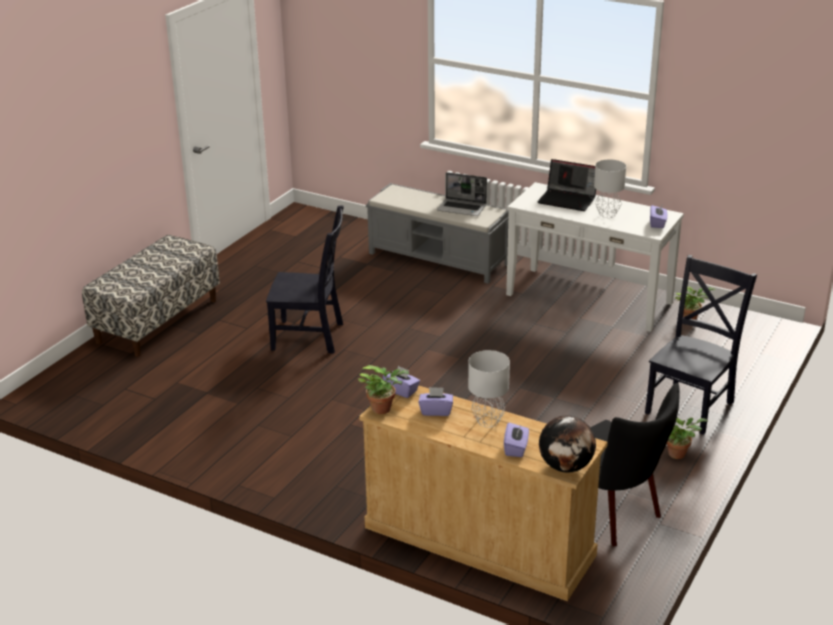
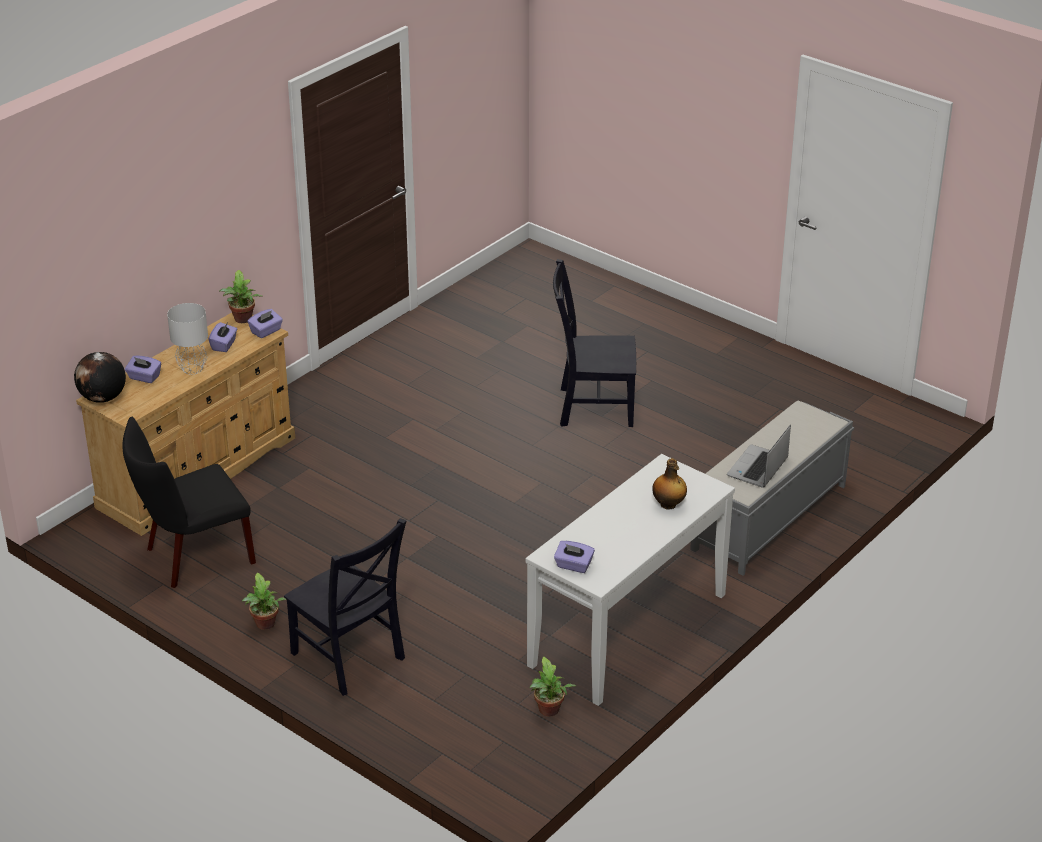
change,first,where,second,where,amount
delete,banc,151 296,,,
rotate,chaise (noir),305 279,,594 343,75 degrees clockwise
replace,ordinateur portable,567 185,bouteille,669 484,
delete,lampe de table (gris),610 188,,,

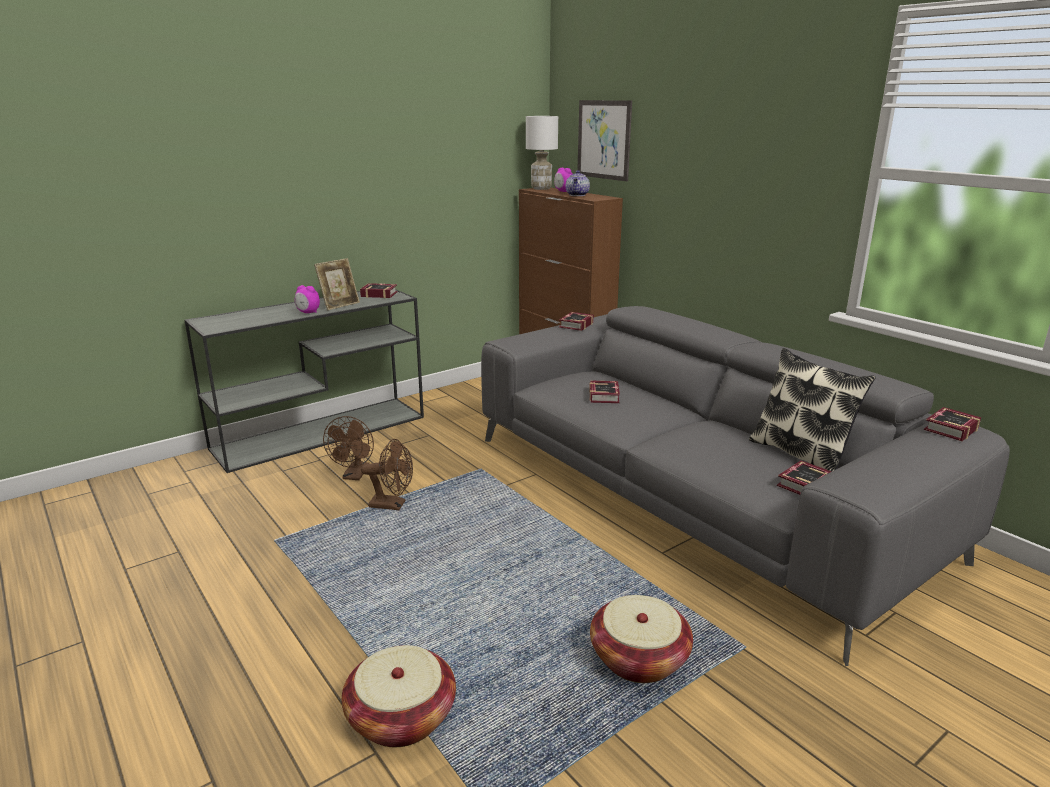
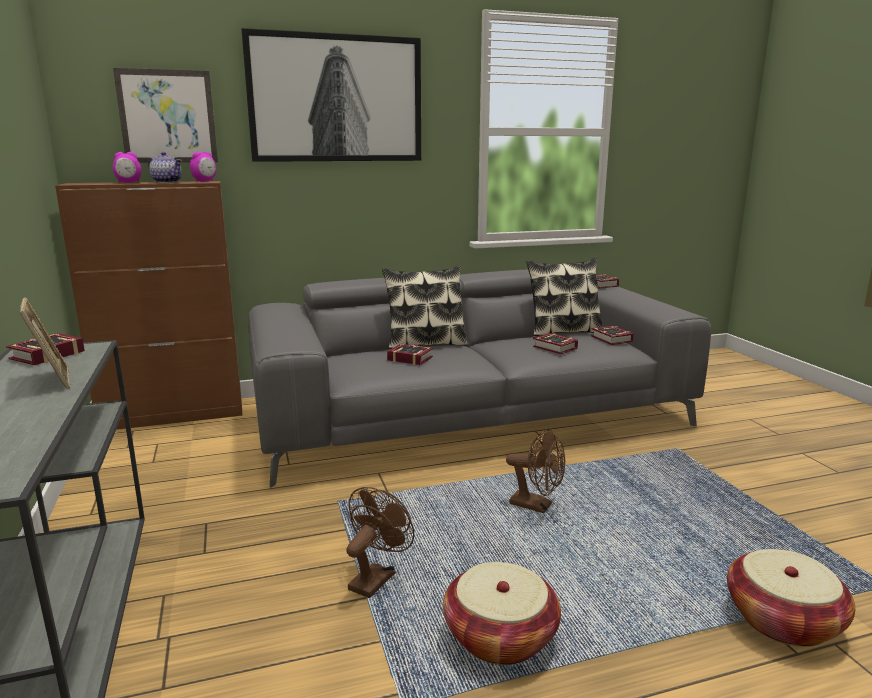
change,first,where,second,where,amount
move,réveil,307 299,,203 167,
move,ventilateur (marron),348 448,,536 471,
delete,lampe de table (blanc),542 153,,,
move,livre,576 321,,555 343,
move,panier,641 639,,502 613,
insert,,,tableau,331 95,
insert,,,coussin,425 307,

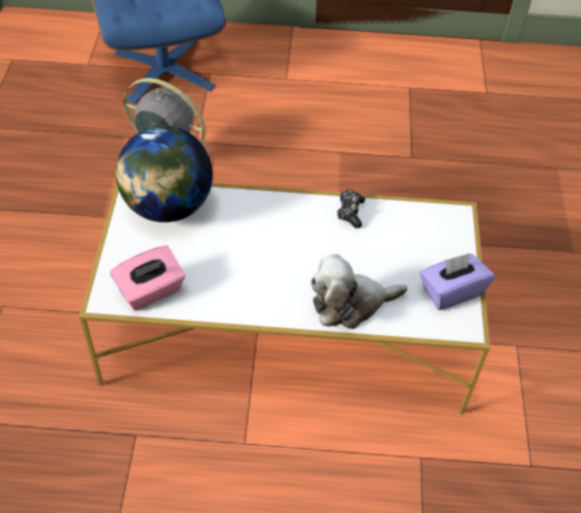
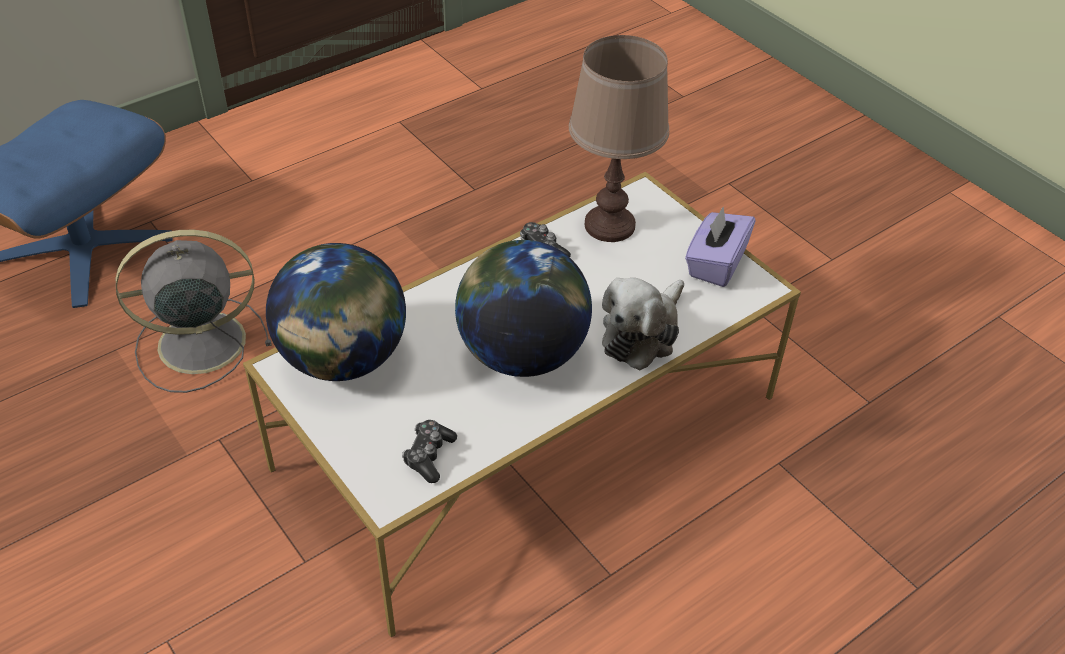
change,first,where,second,where,amount
replace,boîte à mouchoirs (rose),147 278,manette,429 451,
insert,,,globe,523 308,
insert,,,lampe de table (marron),619 138,

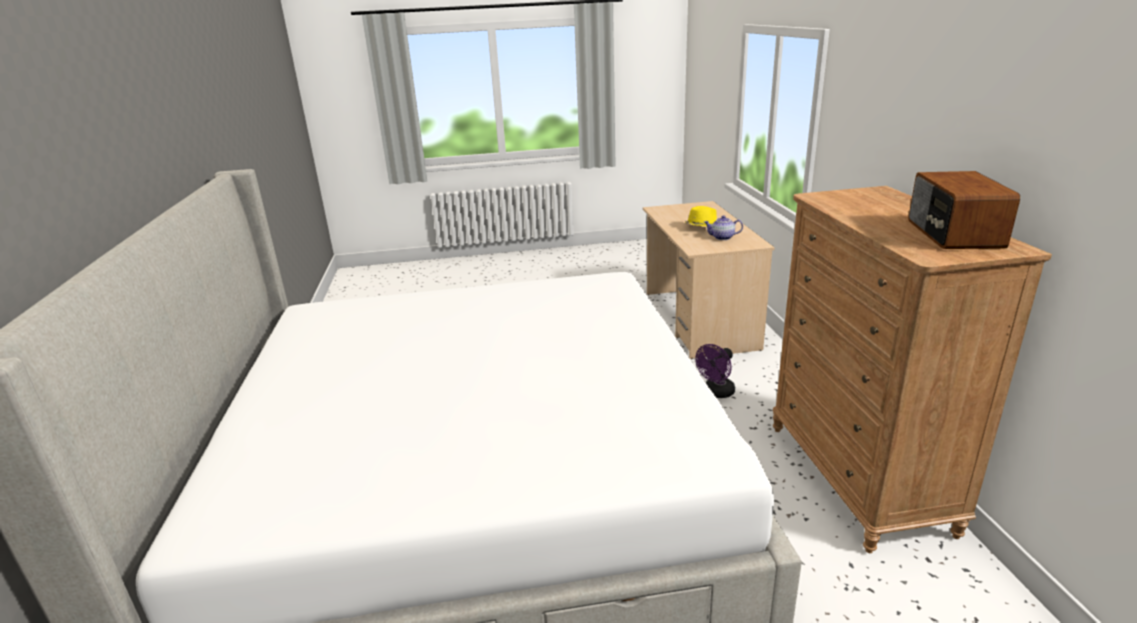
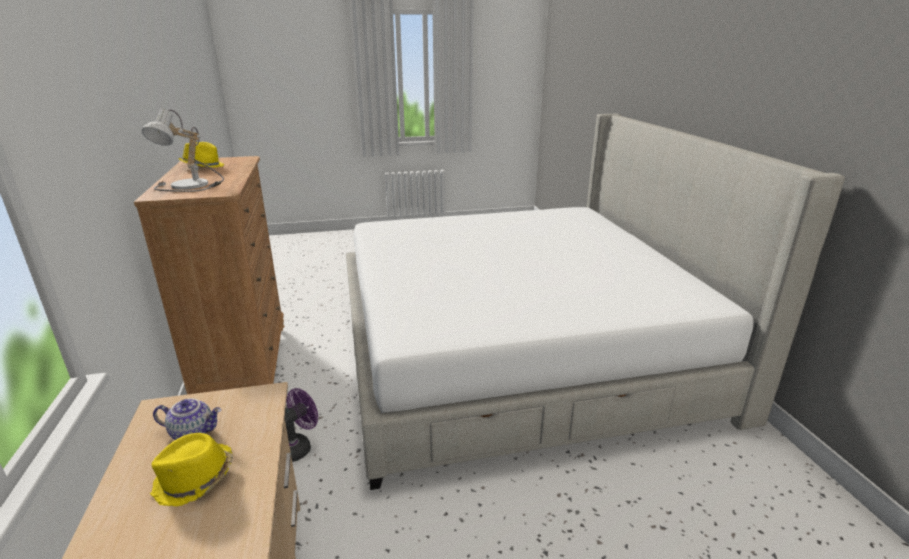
change,first,where,second,where,amount
replace,radio,964 210,chapeau (jaune),201 155,
insert,,,lampe de table,183 150,

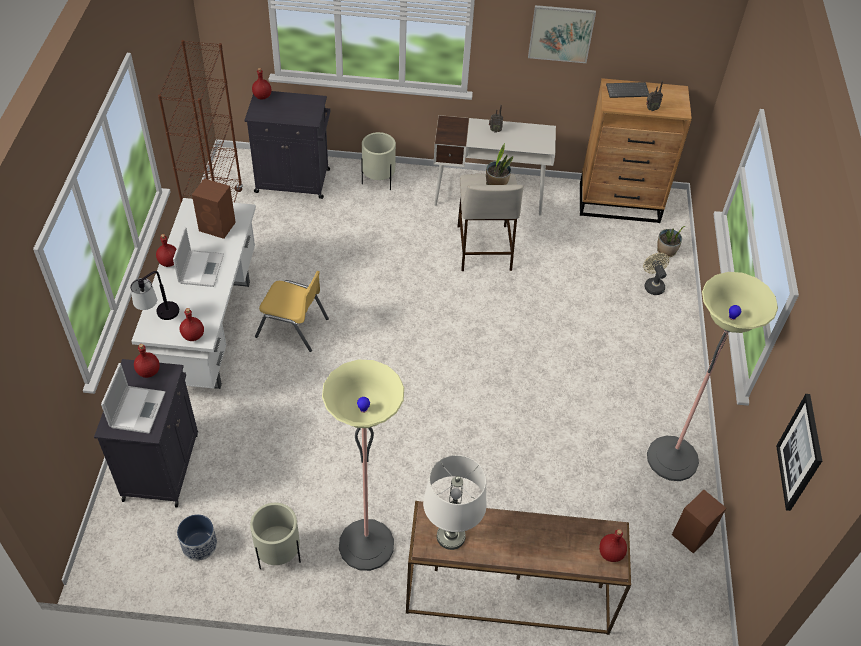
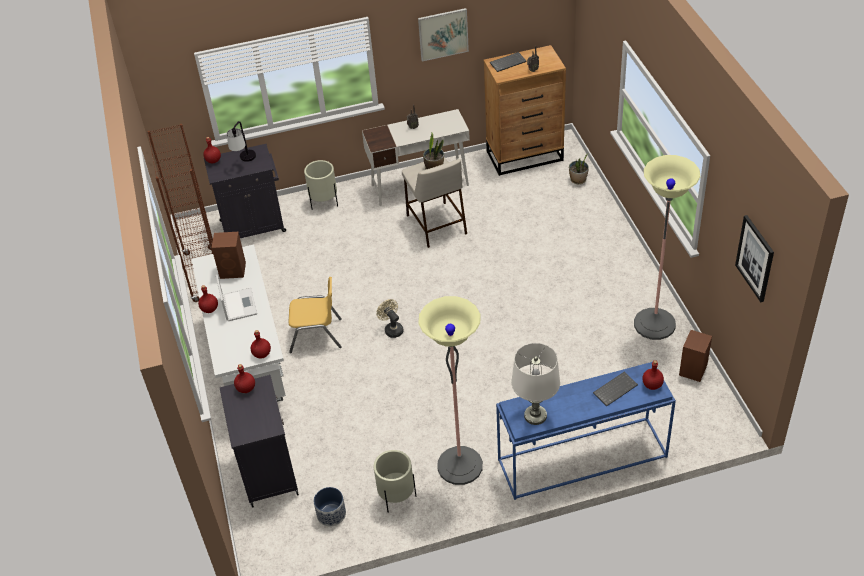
change,first,where,second,where,amount
delete,ordinateur portable,133 398,,,
move,lampe de table,154 295,,241 141,
recolor,table console (marron),518 568,table console (bleu),586 431,
move,ventilateur (beige),656 274,,390 318,
insert,,,clavier,615 389,

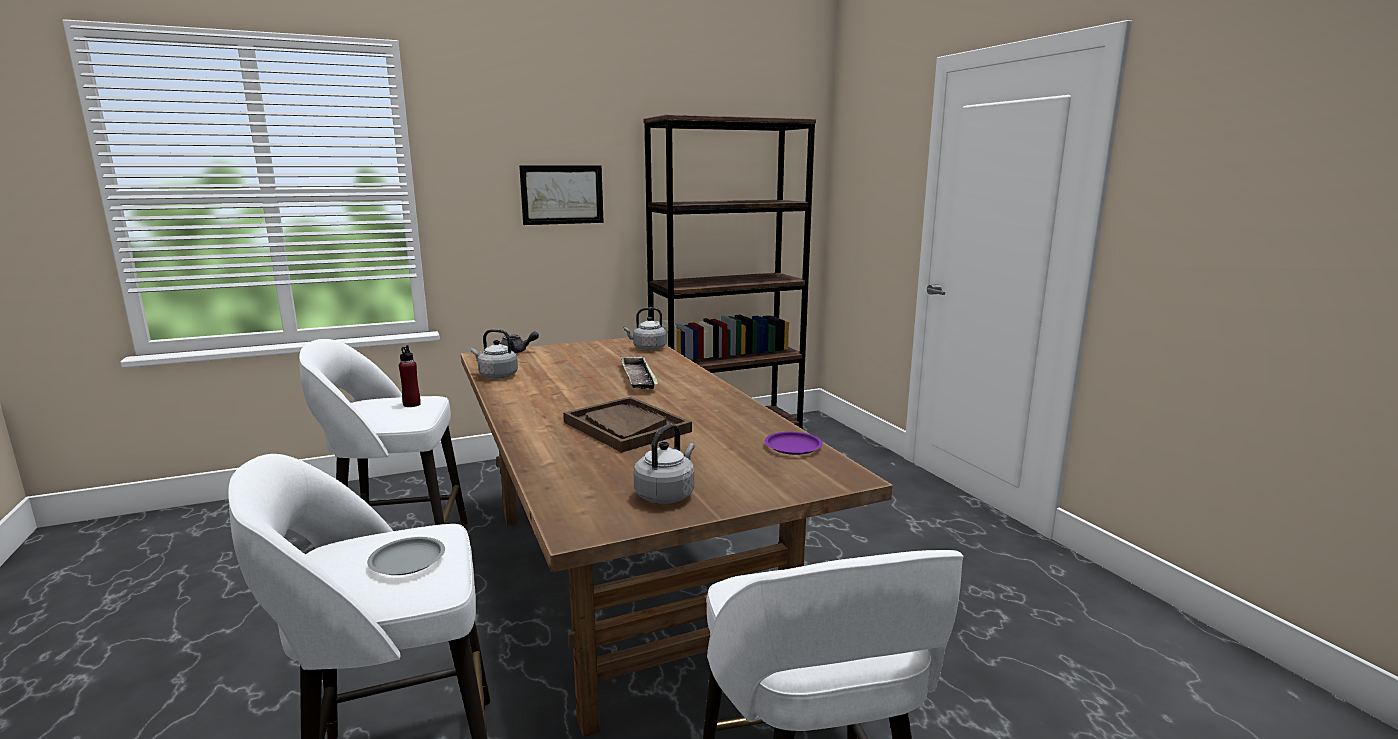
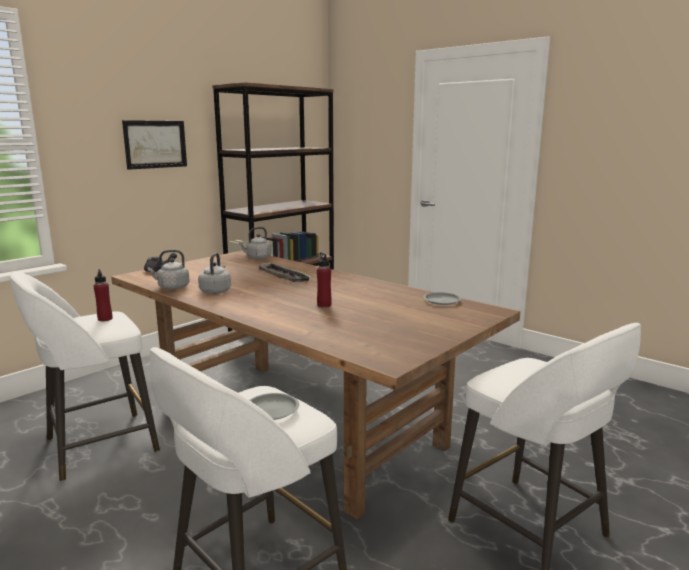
change,first,where,second,where,amount
replace,plateau (marron),627 424,bouteille (rouge),324 279,
move,bouilloire (gris),664 464,,214 273,
recolor,assiette (violet),794 443,assiette (gris),443 298,

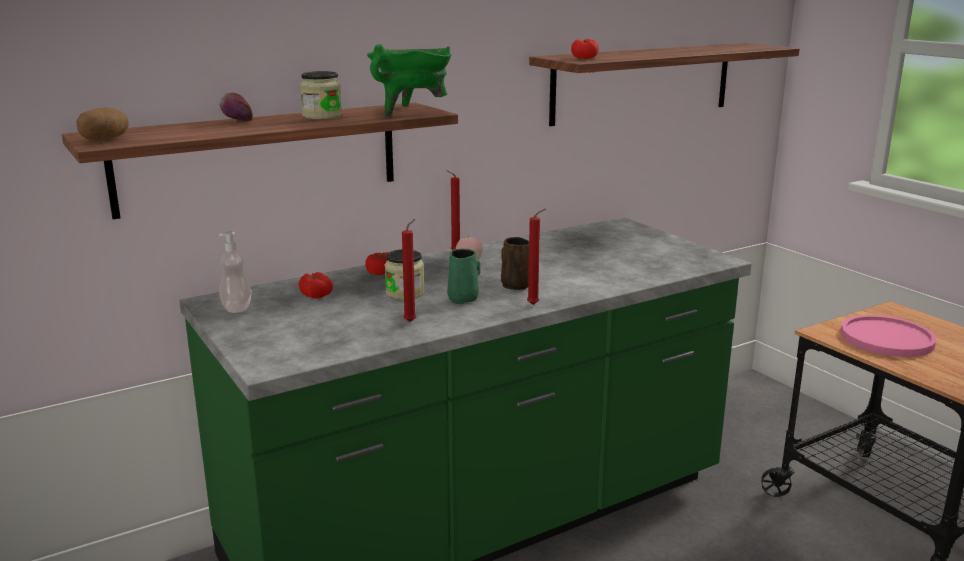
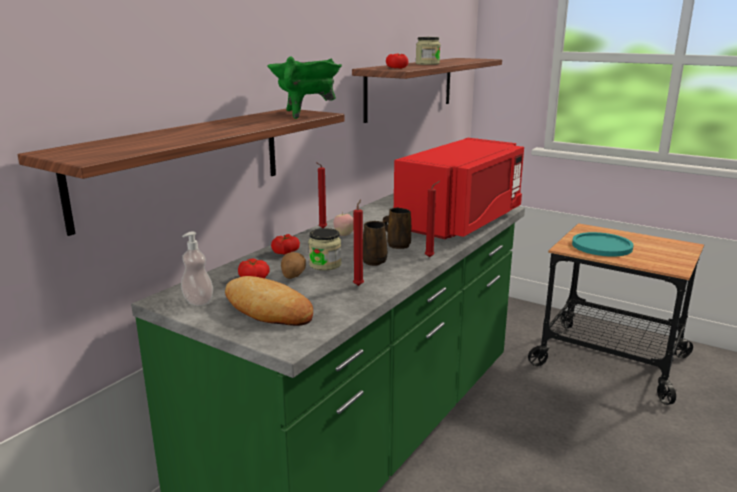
change,first,where,second,where,amount
move,pomme de terre,102 124,,293 265,
delete,pomme,236 107,,,
move,bocal,321 95,,428 51,
recolor,mug (vert),463 276,mug (marron),375 243,
recolor,assiette (rose),888 336,assiette (turquoise),603 244,
insert,,,pain,269 301,
insert,,,micro-ondes (rouge),459 188,

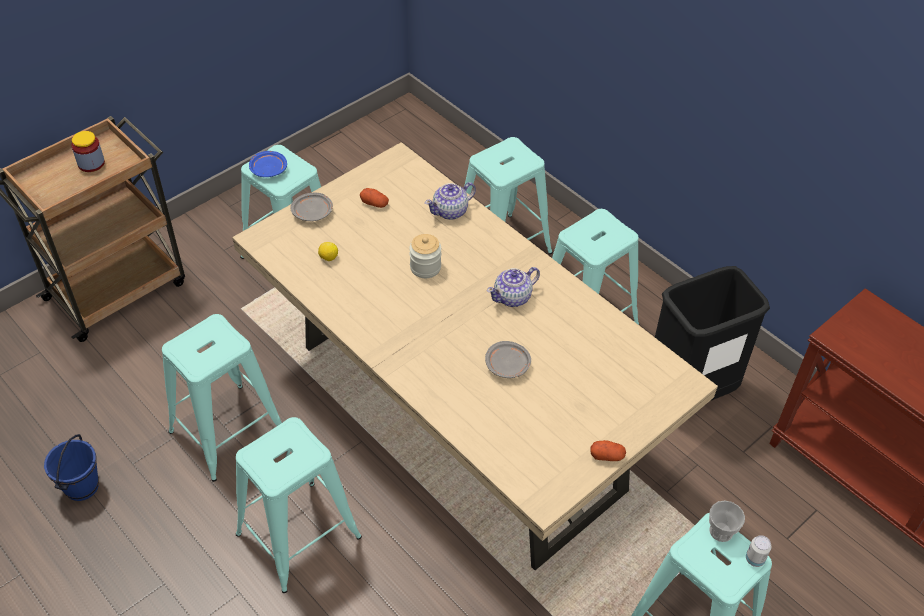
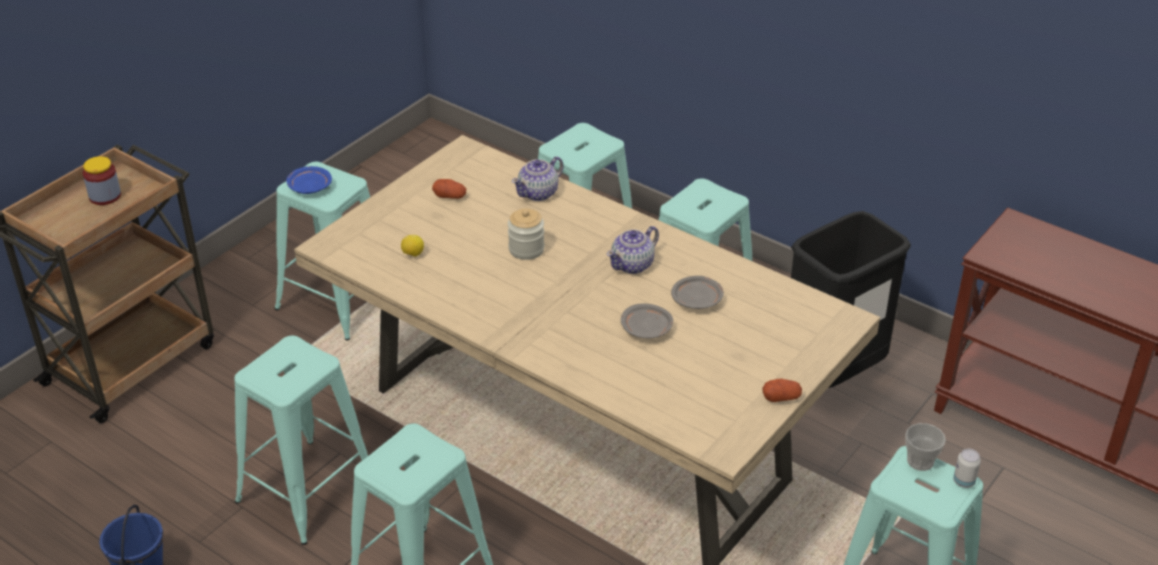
change,first,where,second,where,amount
move,assiette (gris),312 207,,697 292,

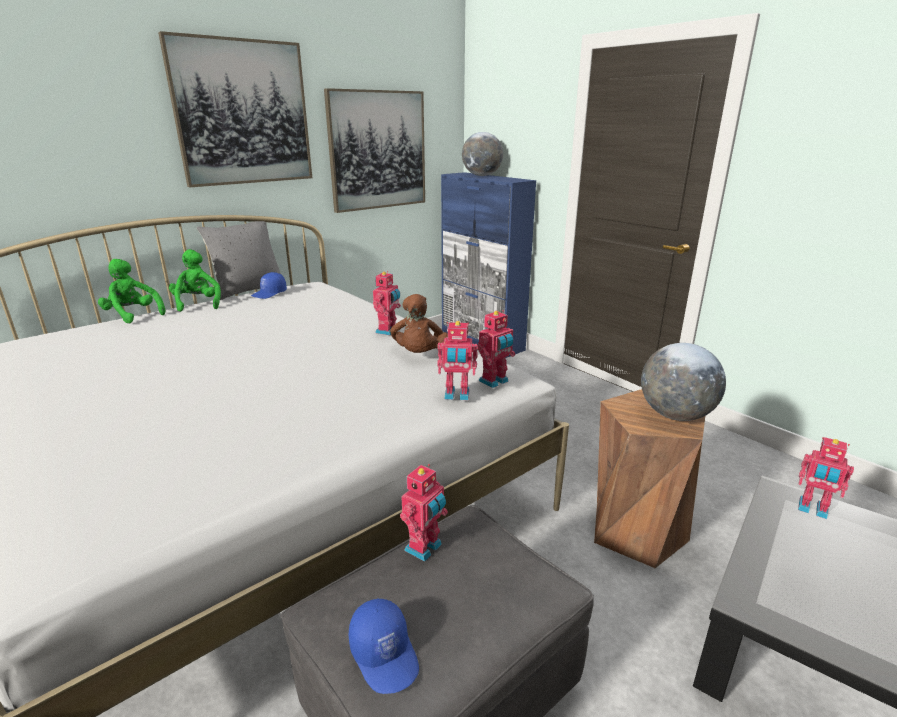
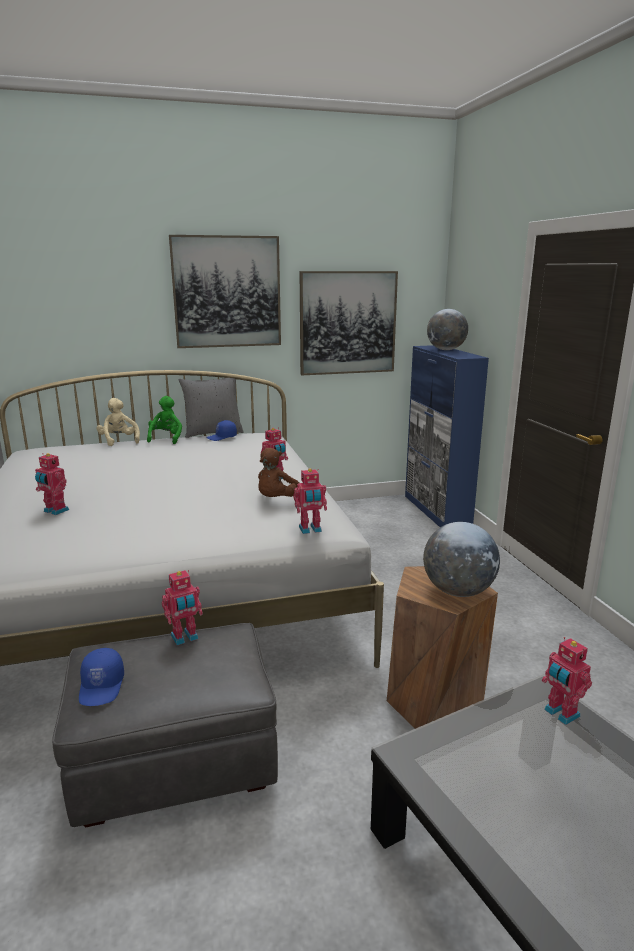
change,first,where,second,where,amount
recolor,peluche (vert),131 291,peluche (beige),118 422,
move,robot jouet,457 360,,52 484,

